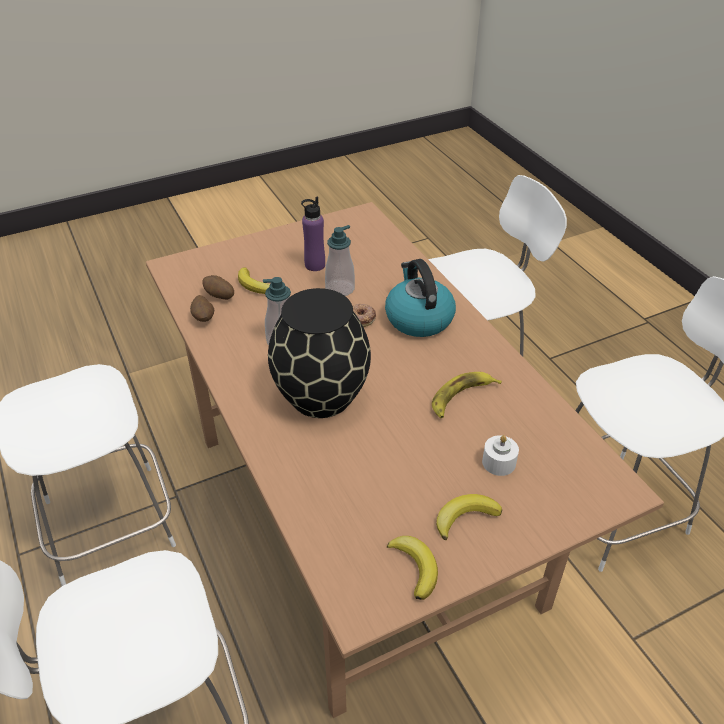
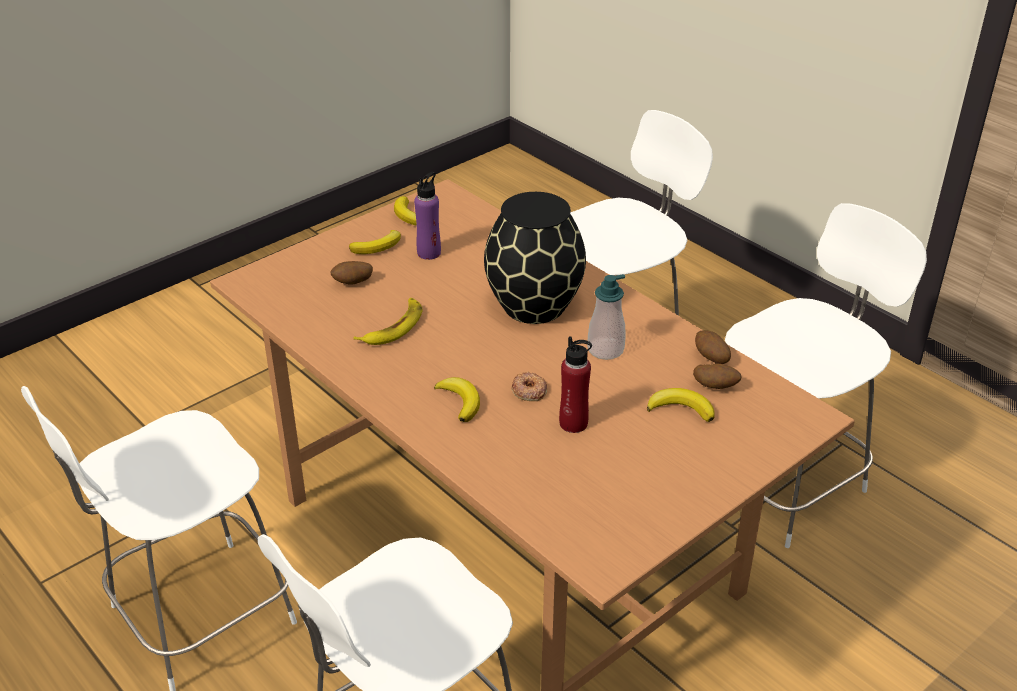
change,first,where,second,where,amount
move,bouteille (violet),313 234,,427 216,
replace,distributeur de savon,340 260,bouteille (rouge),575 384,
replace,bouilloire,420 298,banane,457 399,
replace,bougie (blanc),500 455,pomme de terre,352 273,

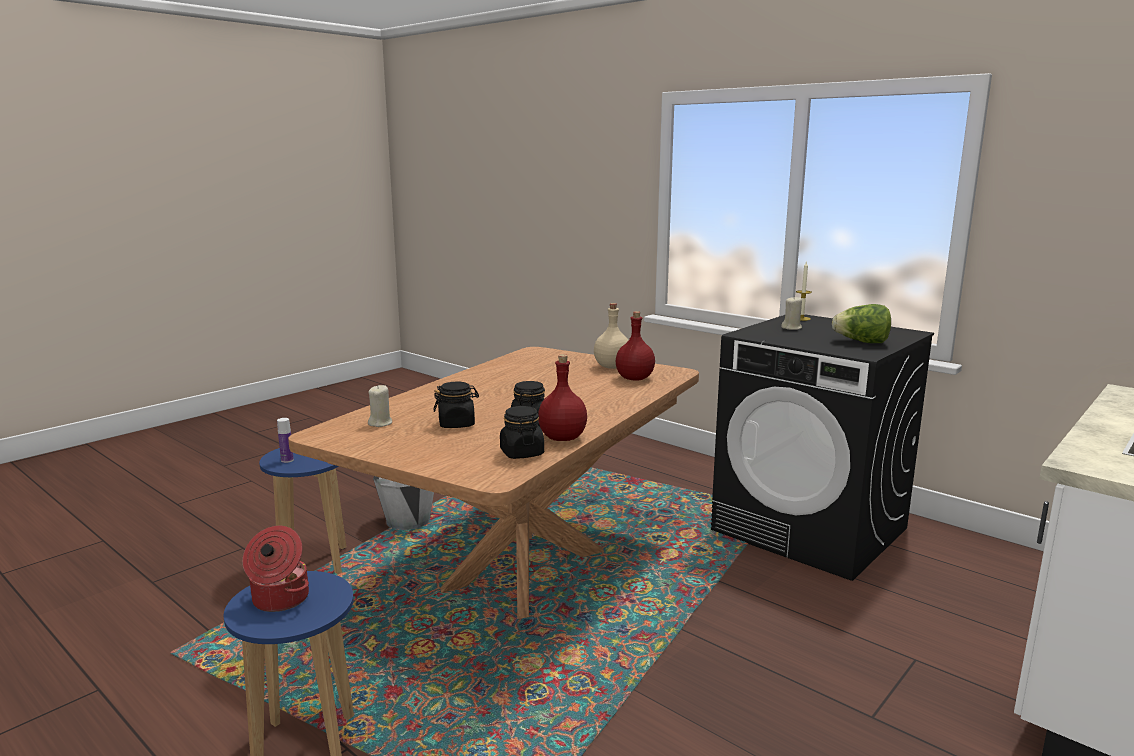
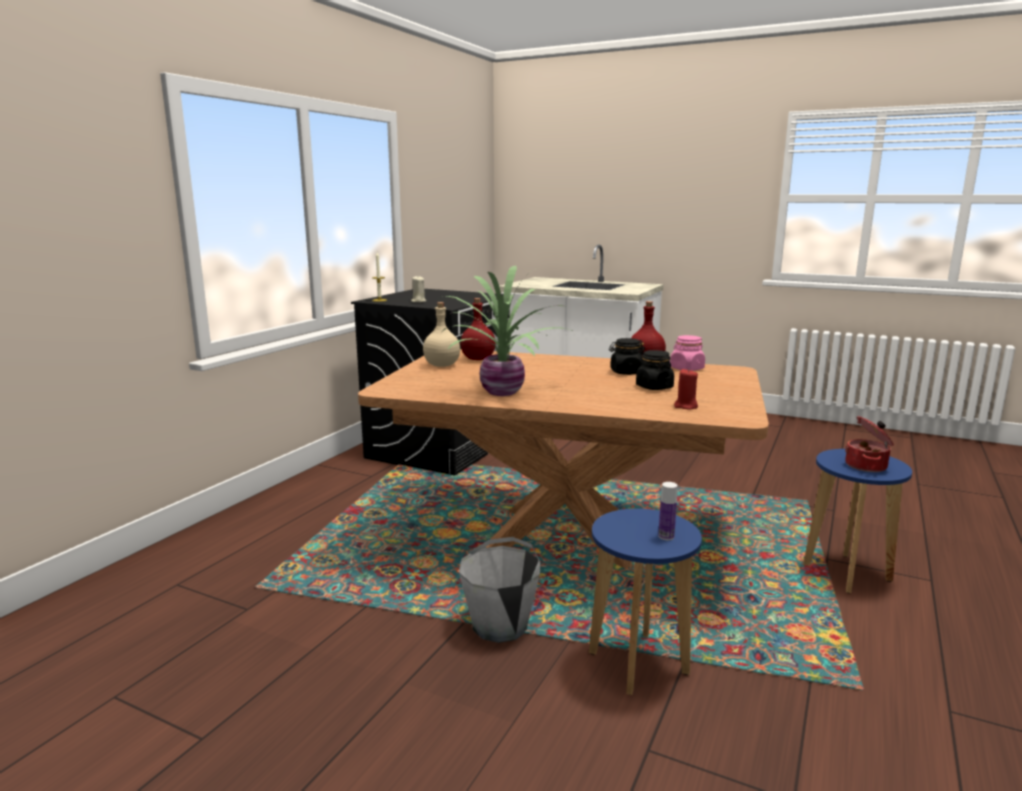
change,first,where,second,where,amount
recolor,bougie (beige),380 406,bougie (rouge),686 388,
recolor,bocal (noir),522 432,bocal (rose),687 353,
delete,laitue,861 323,,,
insert,,,plante en pot,508 330,

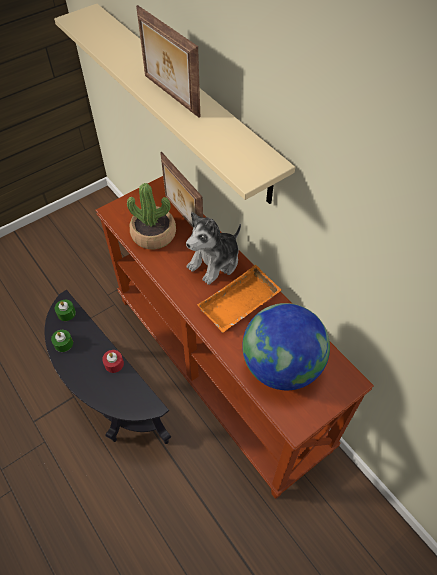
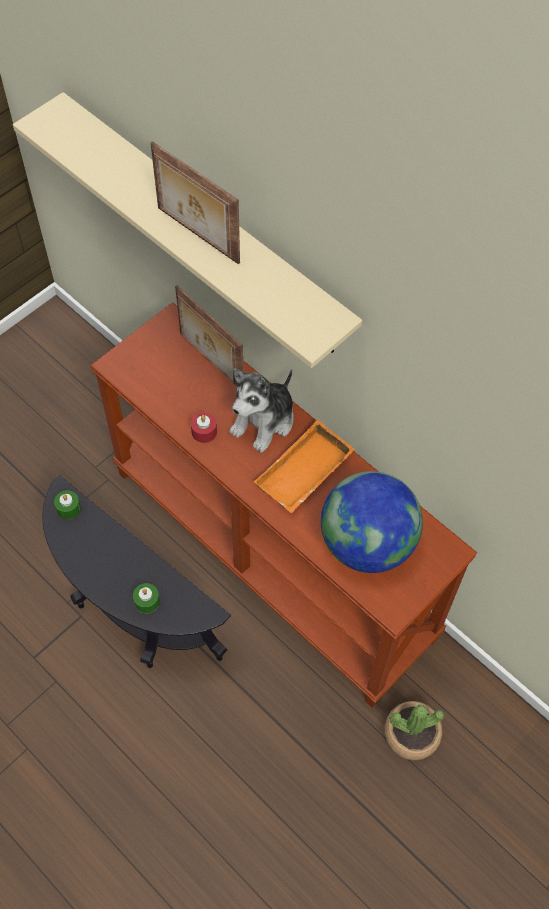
change,first,where,second,where,amount
move,bougie (vert),62 341,,146 598,
move,bougie (rouge),113 361,,204 427,
move,plante en pot,151 216,,414 730,

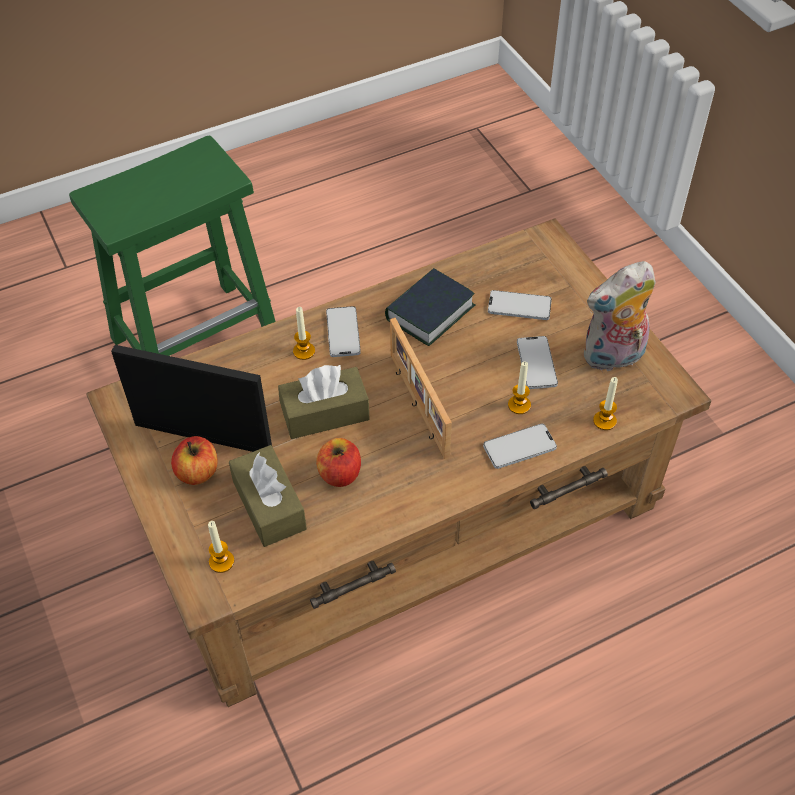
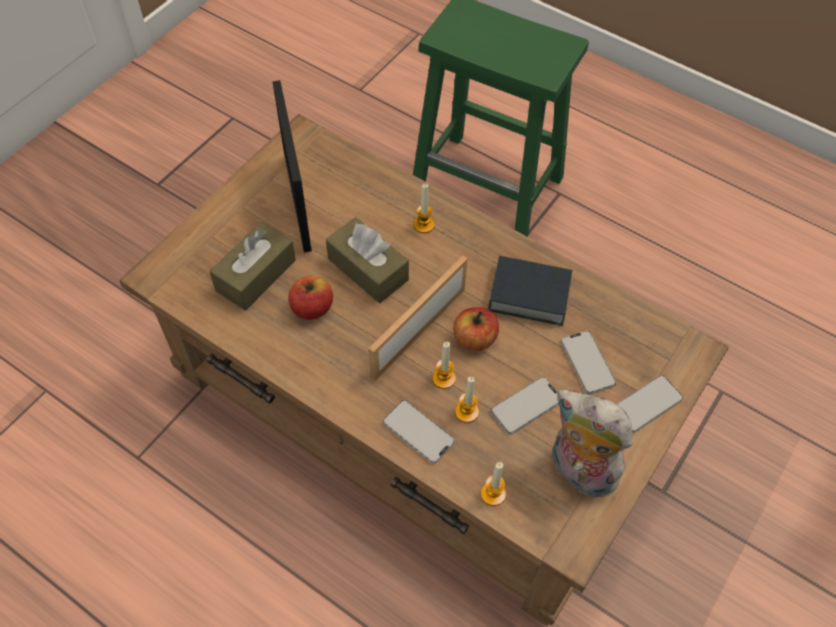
change,first,where,second,where,amount
move,pomme,194 460,,476 329,
move,bougie,221 547,,444 365,
move,téléphone,343 331,,650 404,

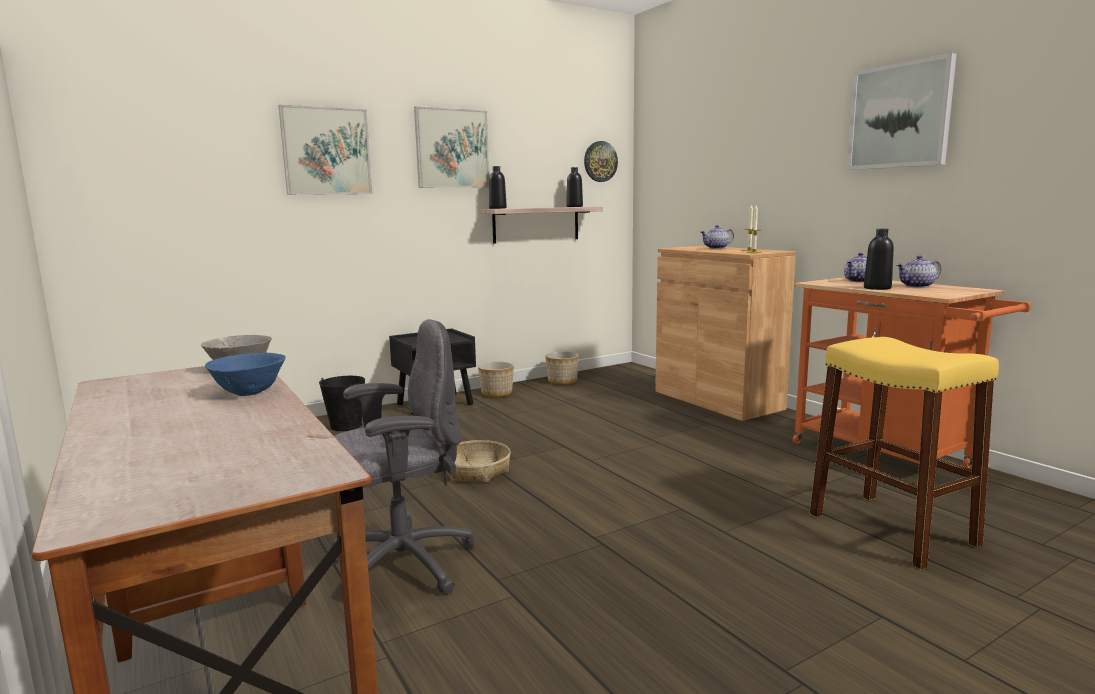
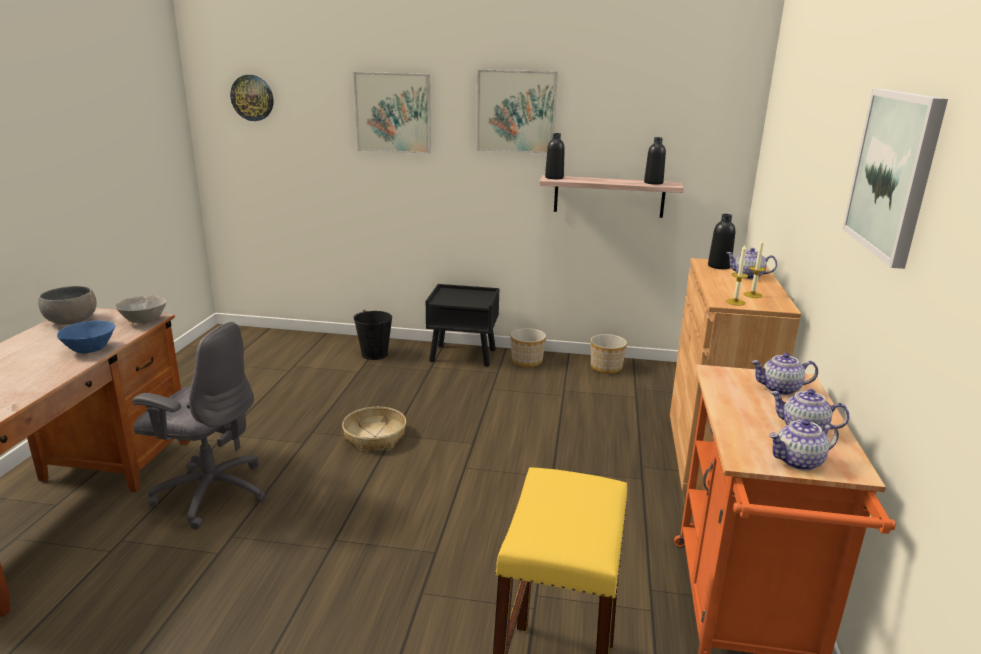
change,first,where,second,where,amount
move,horloge murale,601 161,,251 98,
move,bouteille (noir),879 259,,721 241,
insert,,,bol (gris),67 305,
insert,,,théière,804 445,

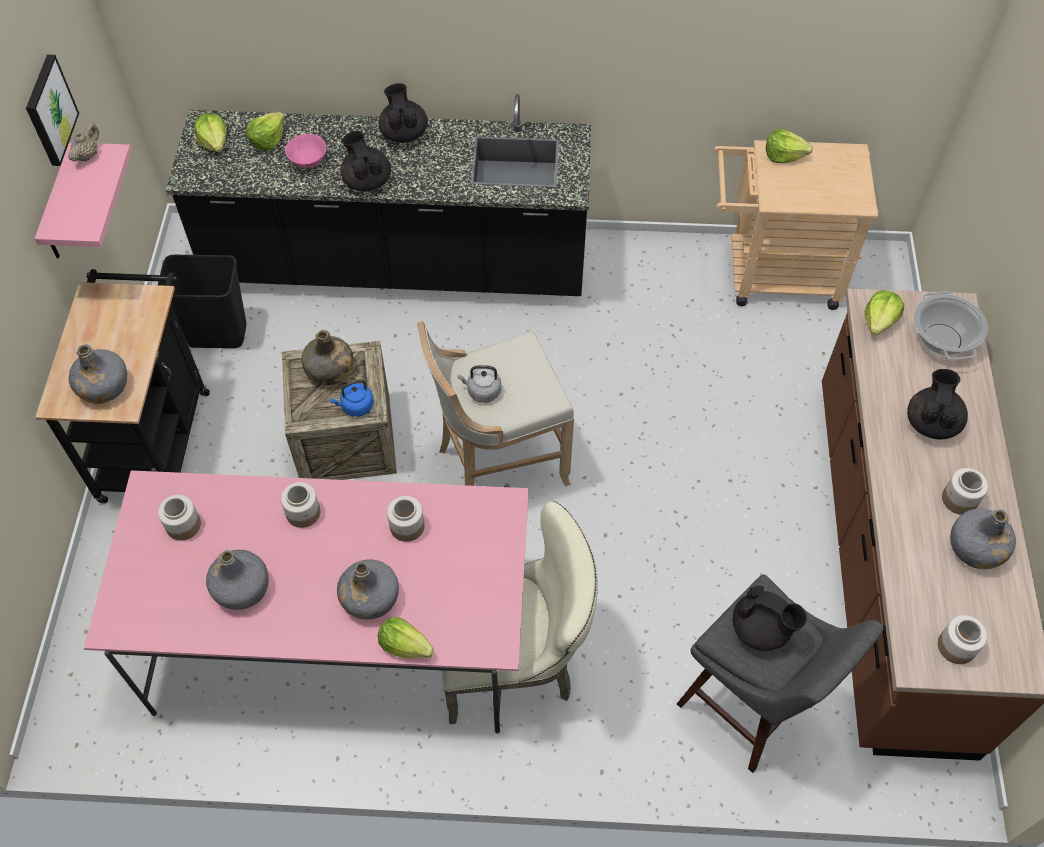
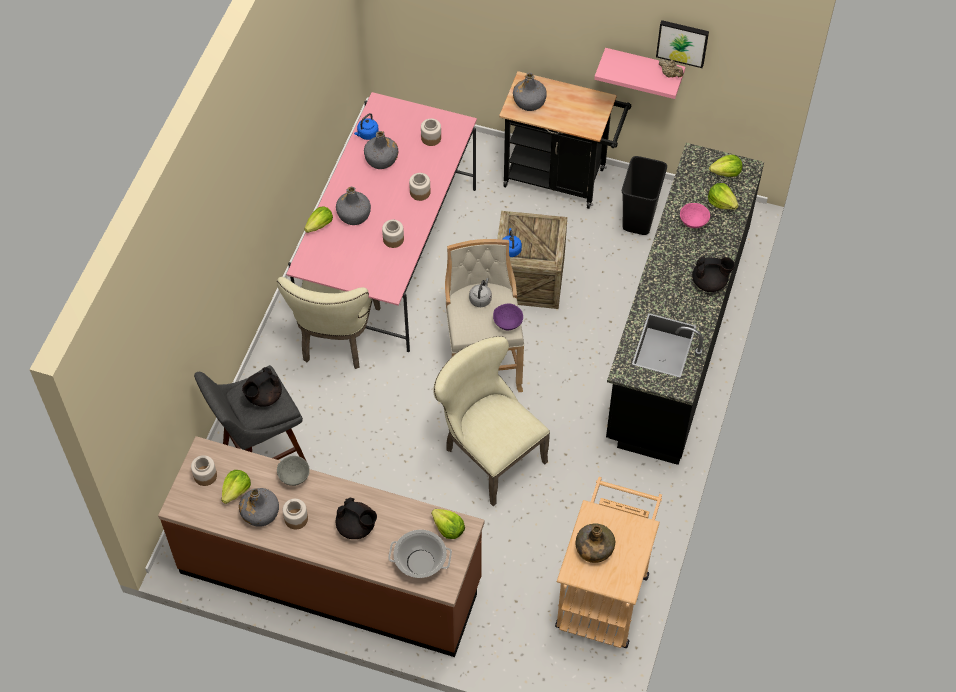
change,first,where,second,where,amount
move,bouteille (vert),327 357,,595 543,
delete,théière (noir),365 161,,,
move,laitue,789 146,,236 487,
insert,,,bol (gris),293 471,
insert,,,bouilloire (bleu),366 126,
insert,,,chaise (beige),491 421,
insert,,,bol (violet),508 316,

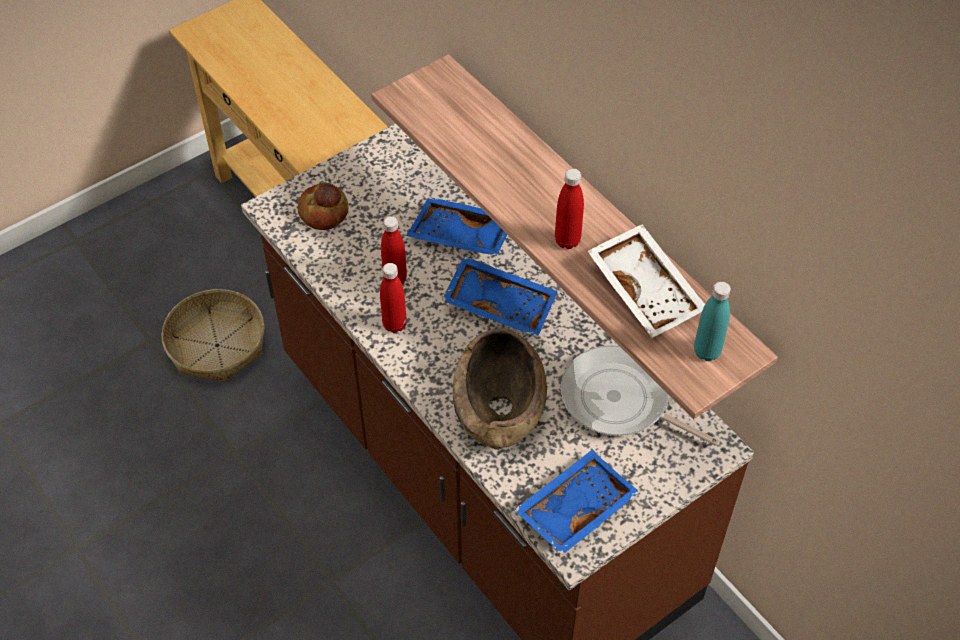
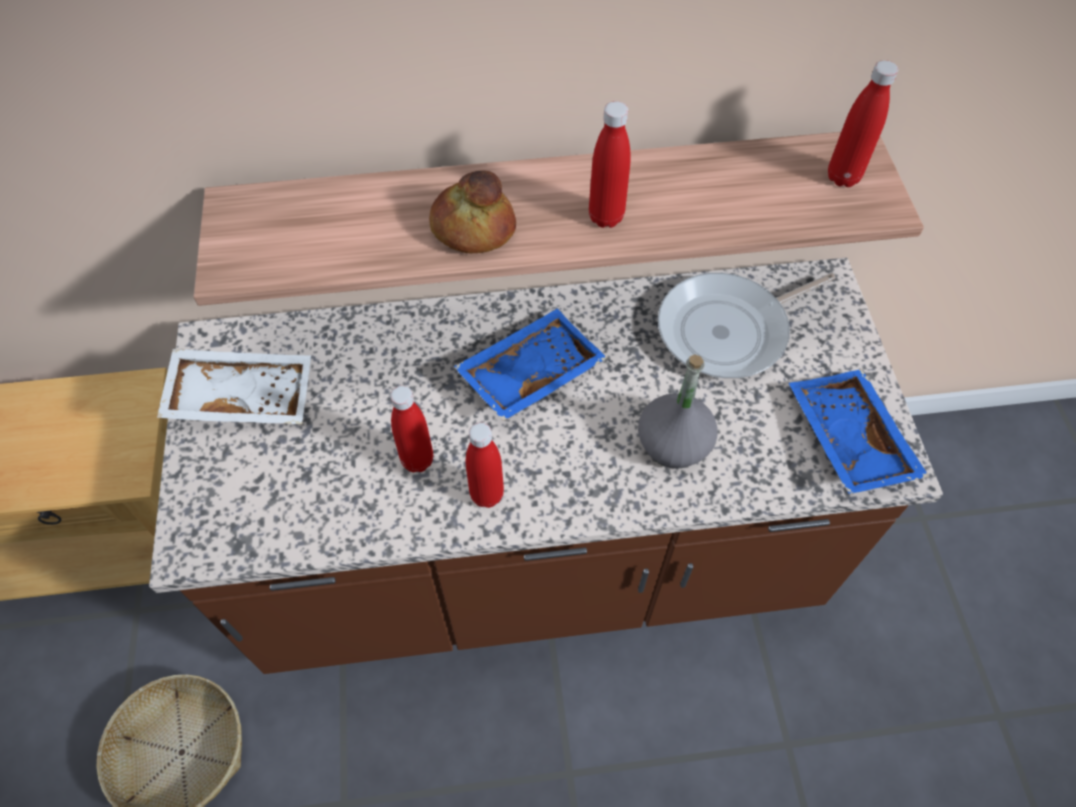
change,first,where,second,where,amount
move,pain,322 206,,472 212,
delete,plateau (bleu),456 226,,,
replace,bol (marron),500 389,bouteille (gris),678 411,
move,plateau (blanc),646 281,,234 386,
recolor,bouteille (turquoise),712 321,bouteille (rouge),863 123,

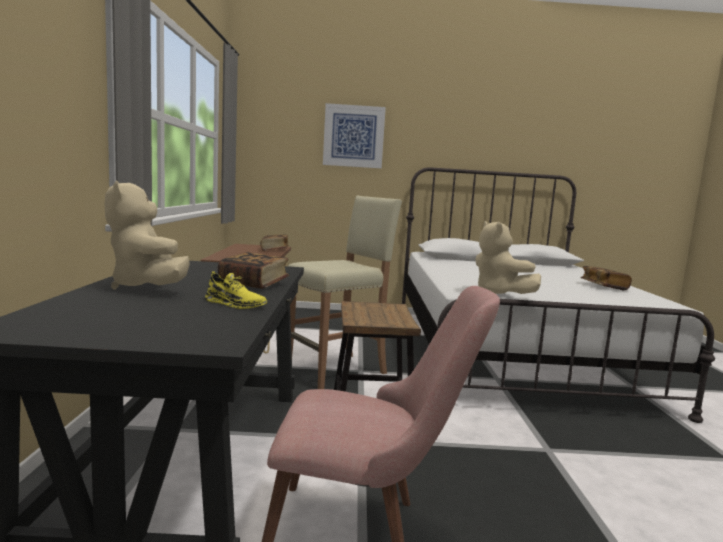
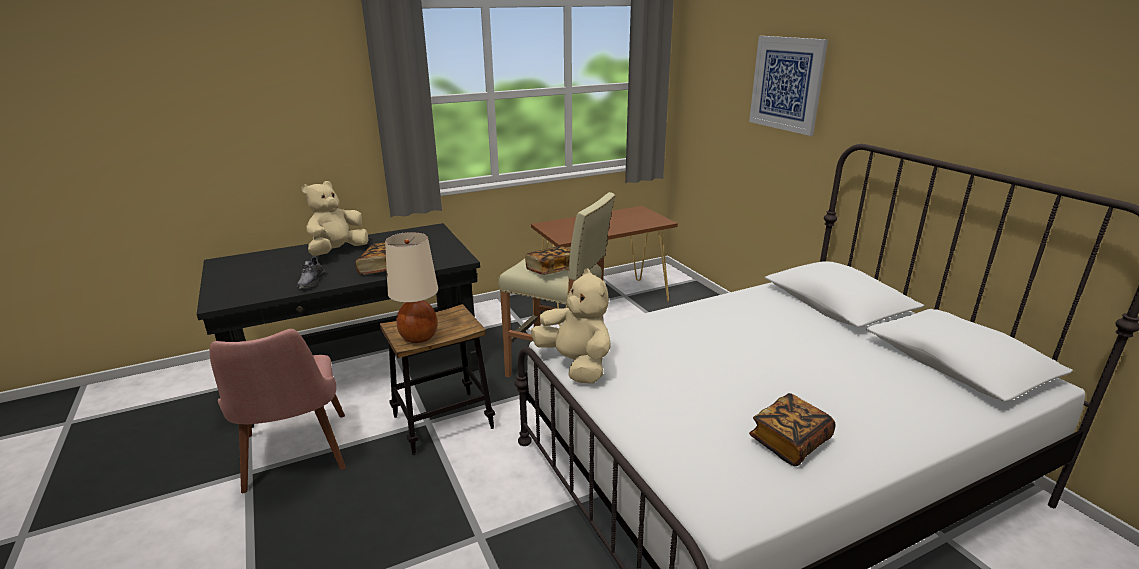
change,first,where,second,where,amount
recolor,chaussure (jaune),236 290,chaussure (gris),311 272,
move,livre,274 242,,547 260,
rotate,peluche (beige),508 257,,571 325,105 degrees clockwise
insert,,,lampe de table (beige),411 287,

